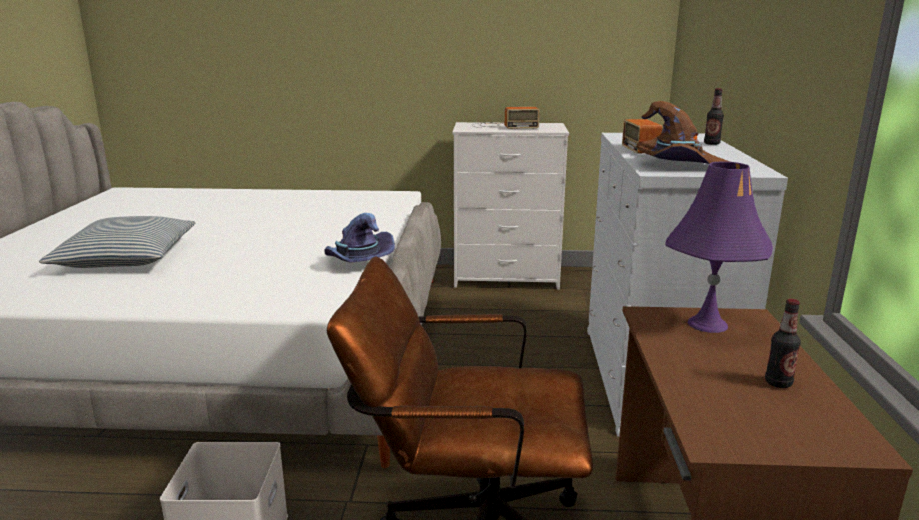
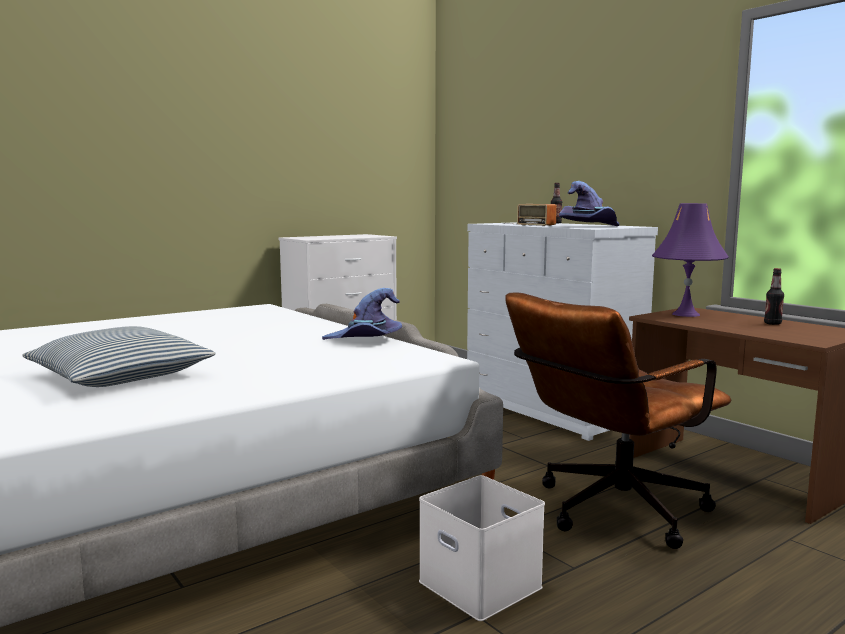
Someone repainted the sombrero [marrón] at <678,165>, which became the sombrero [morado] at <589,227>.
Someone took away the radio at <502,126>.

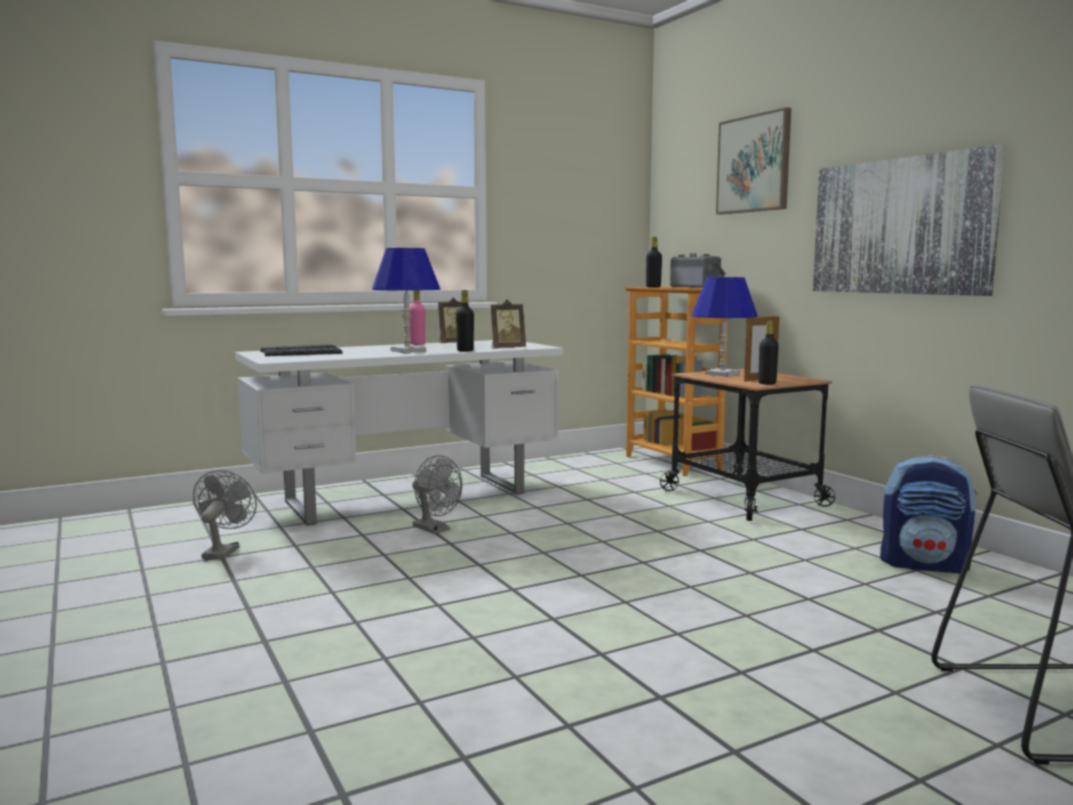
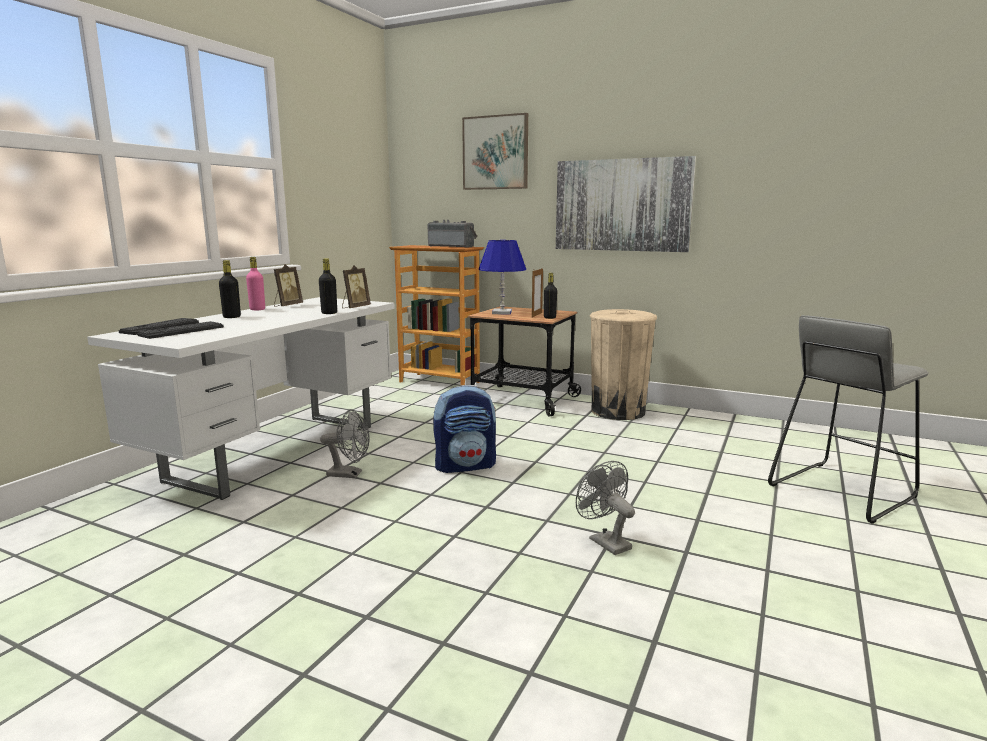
Someone carried the botella [negro] from <653,287> to <232,317>.
Someone took away the lámpara de mesa [azul] at <407,351>.
Someone carried the mochila from <924,564> to <465,466>.
Someone carried the ventilador [gris] from <223,551> to <605,541>.
Someone put down the papelera [beis] at <618,411>.

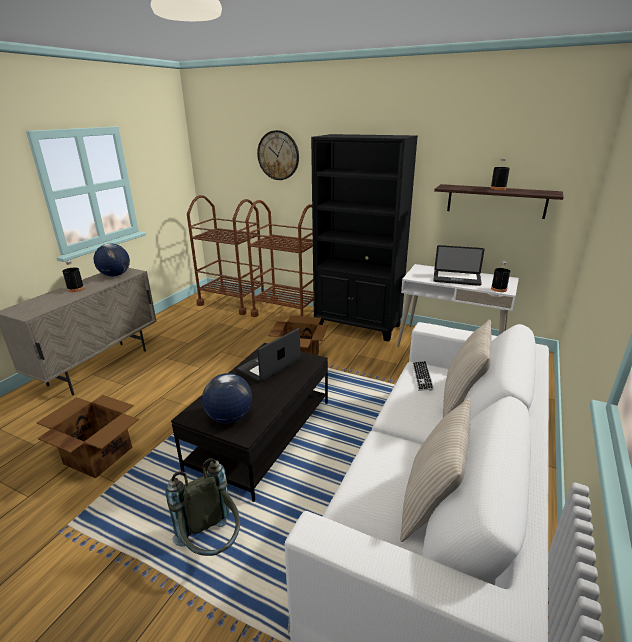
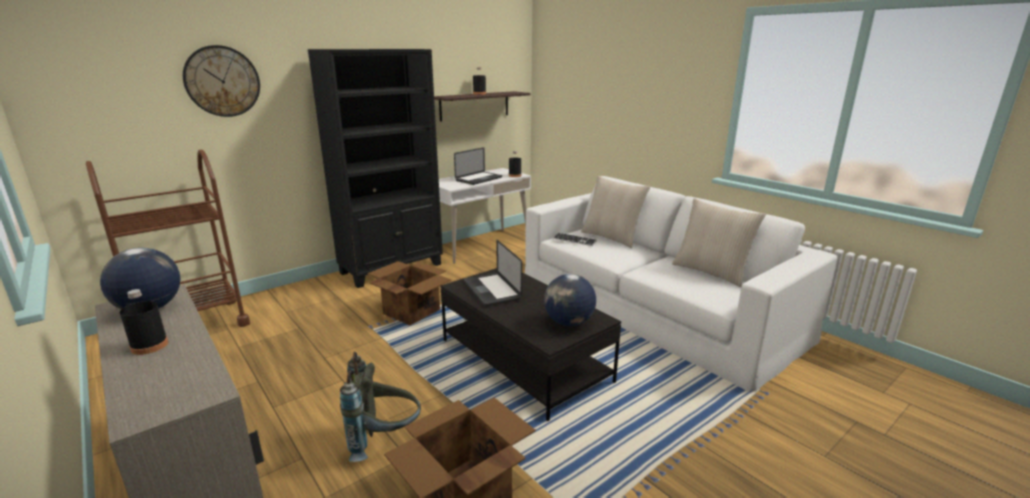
Someone took away the carrito [marrón] at <287,312>.
Someone carried the mochila [gris] from <212,546> to <385,440>.

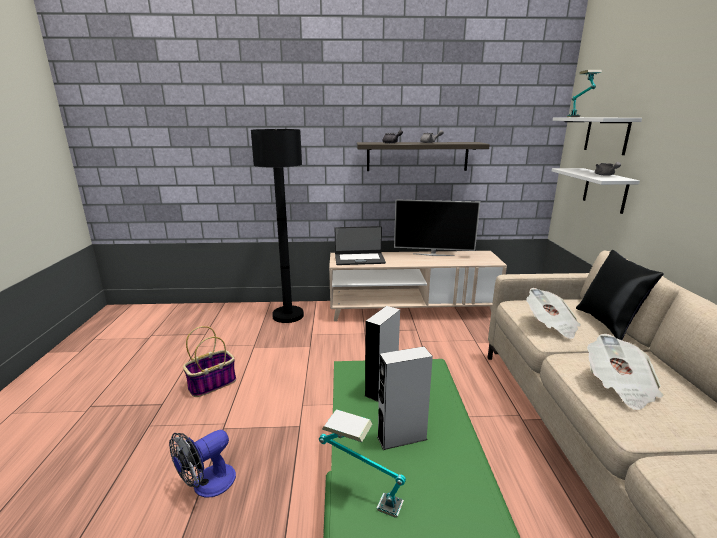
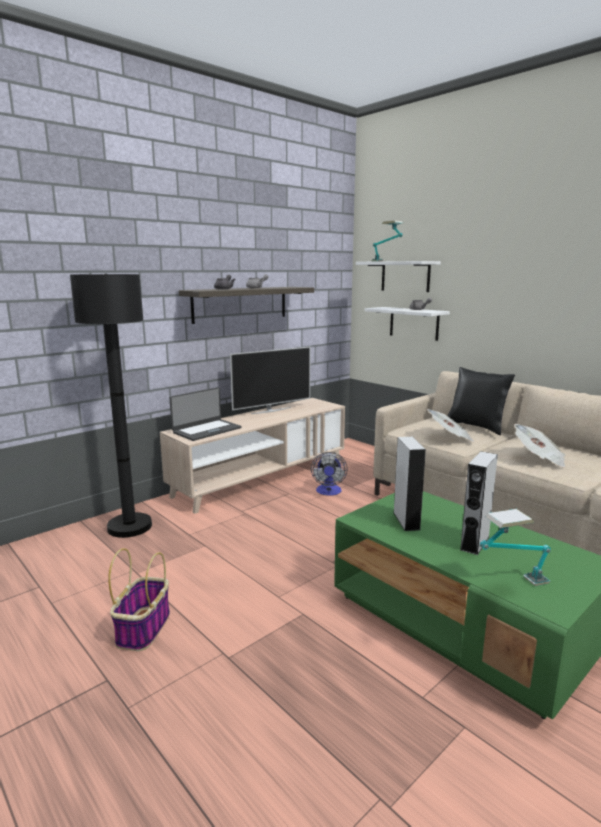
Someone carried the ventilador from <207,485> to <328,492>.

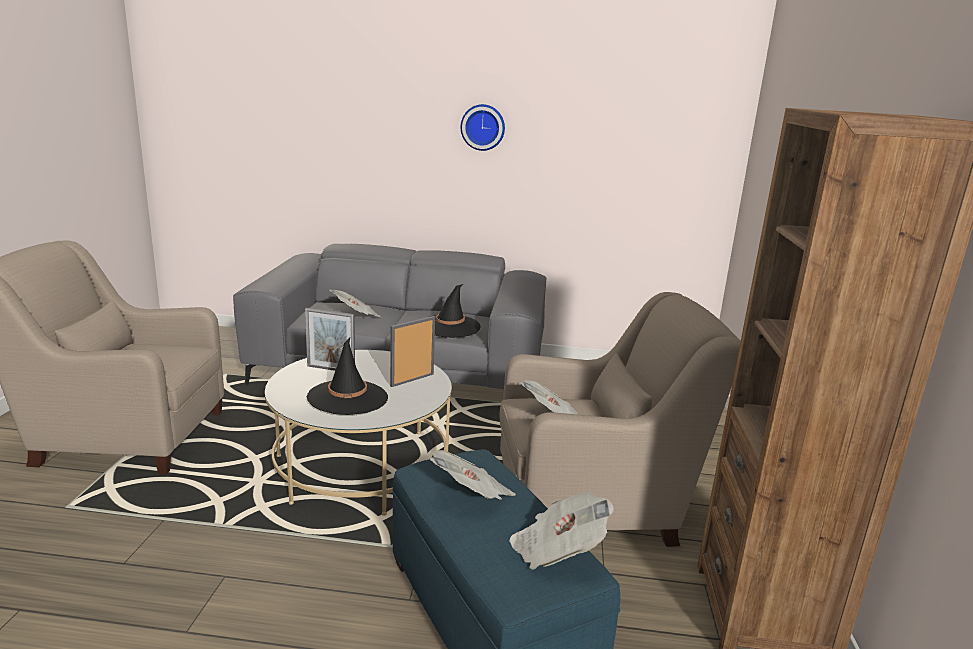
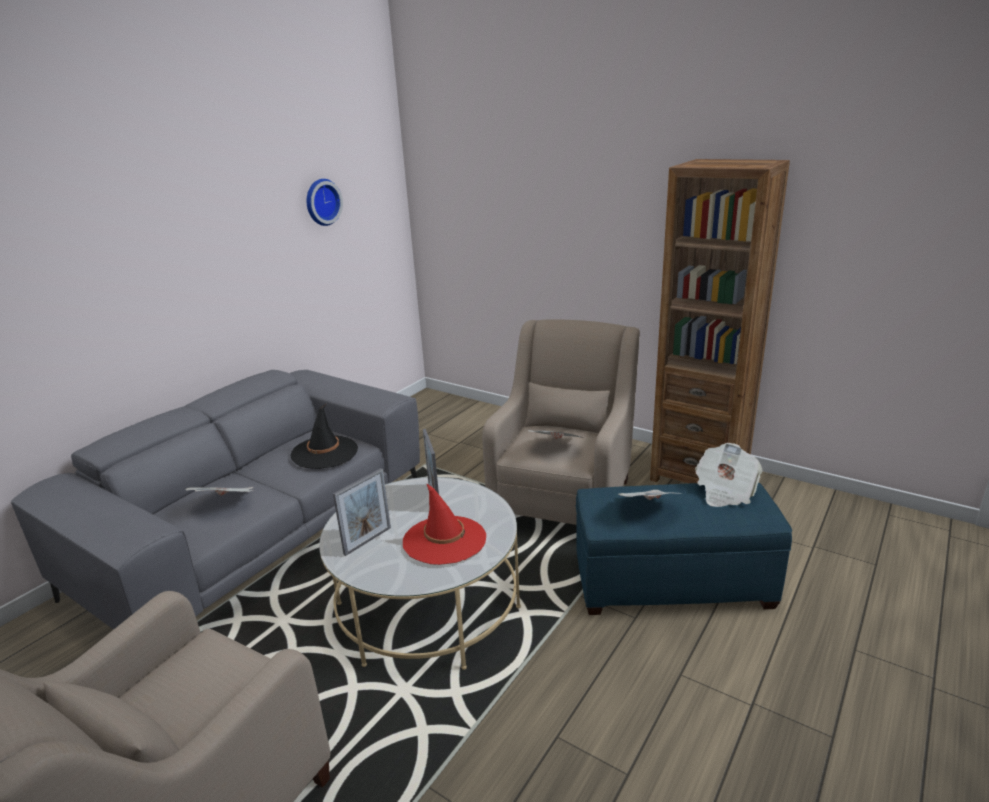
Someone carried the reloj de pared from <483,127> to <321,202>.
Someone repainted the sombrero [negro] at <348,398>, which became the sombrero [rojo] at <444,540>.

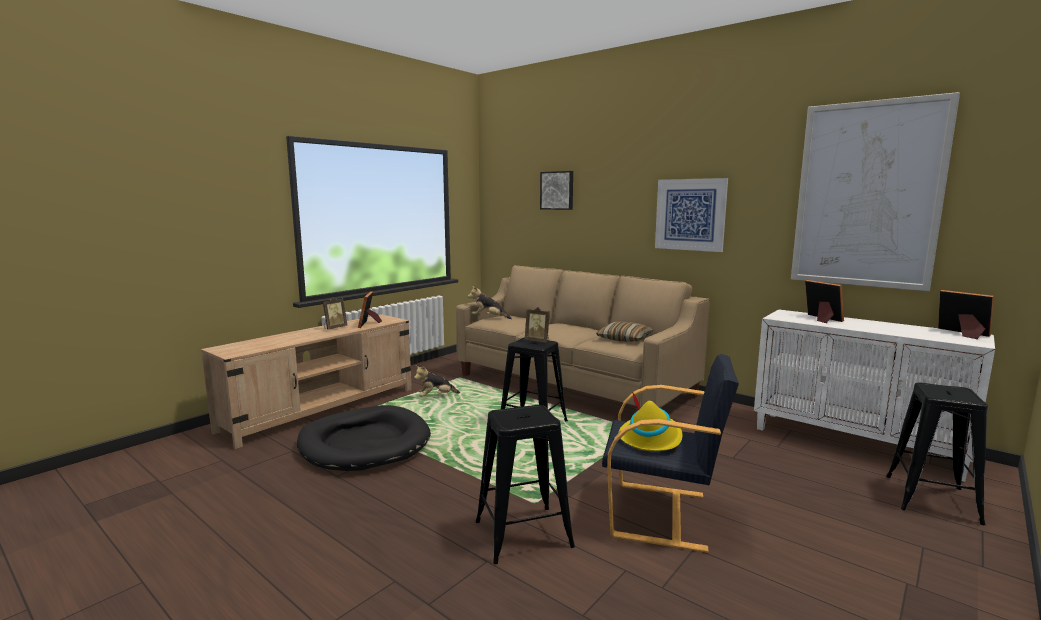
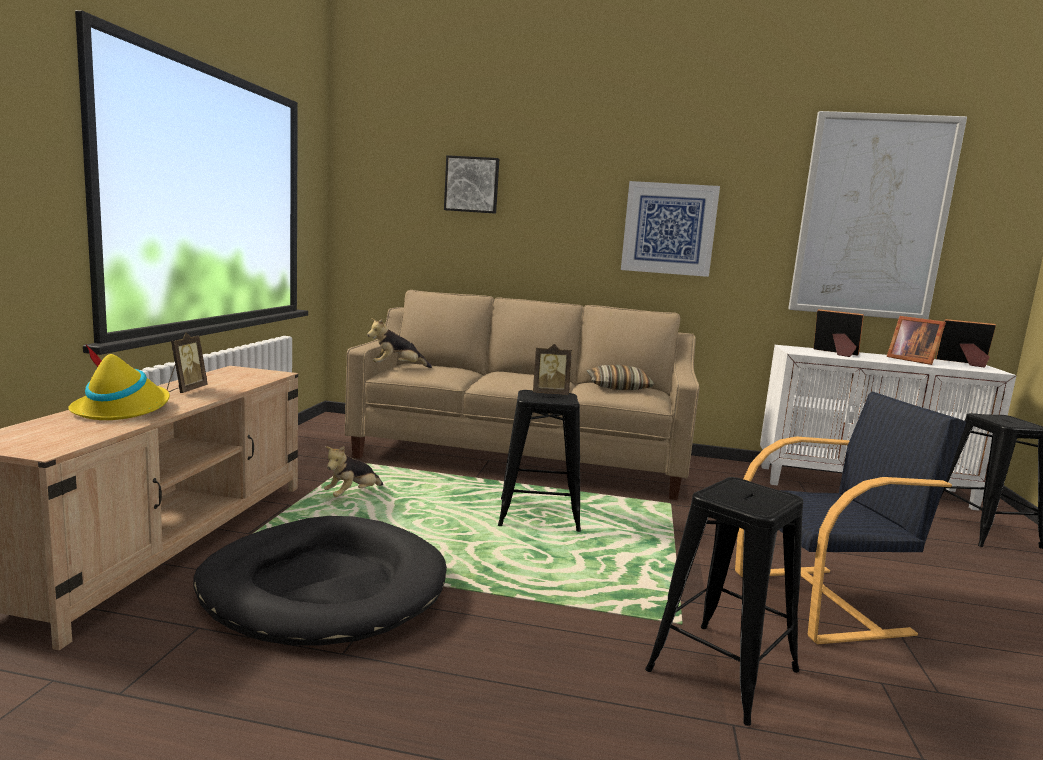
Someone carried the portarretratos from <369,324> to <911,360>.
Someone carried the sombrero [amarillo] from <650,438> to <122,409>.

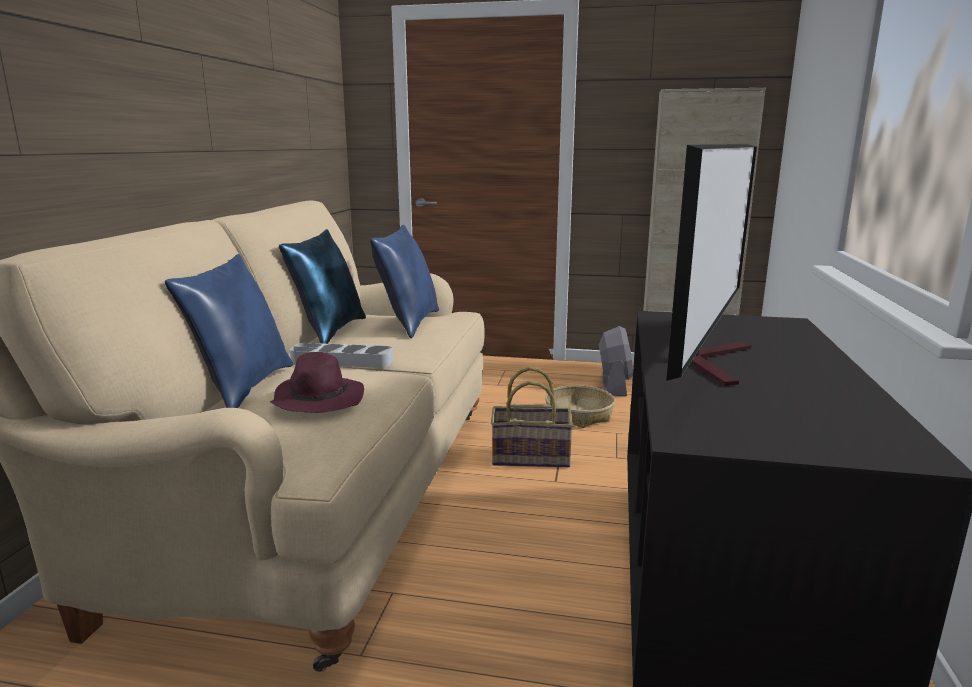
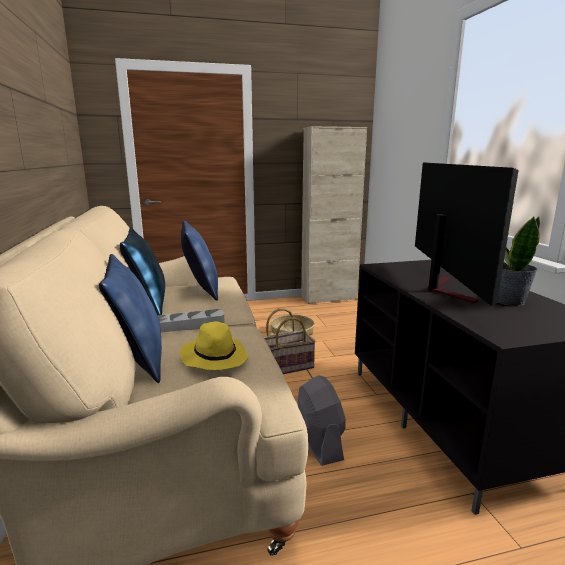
Someone carried the ventilador [gris] from <614,385> to <318,441>.
Someone repainted the sombrero [morado] at <317,400>, which became the sombrero [amarillo] at <214,357>.
Someone put down the planta en maceta at <508,301>.

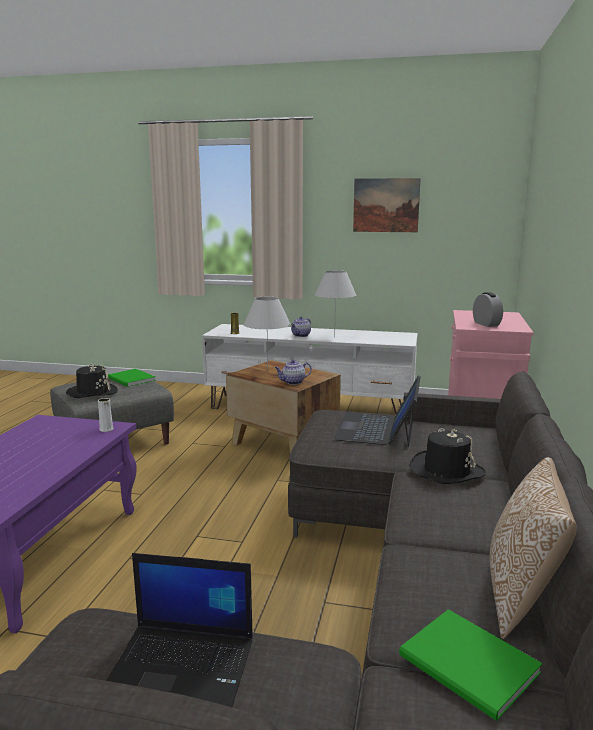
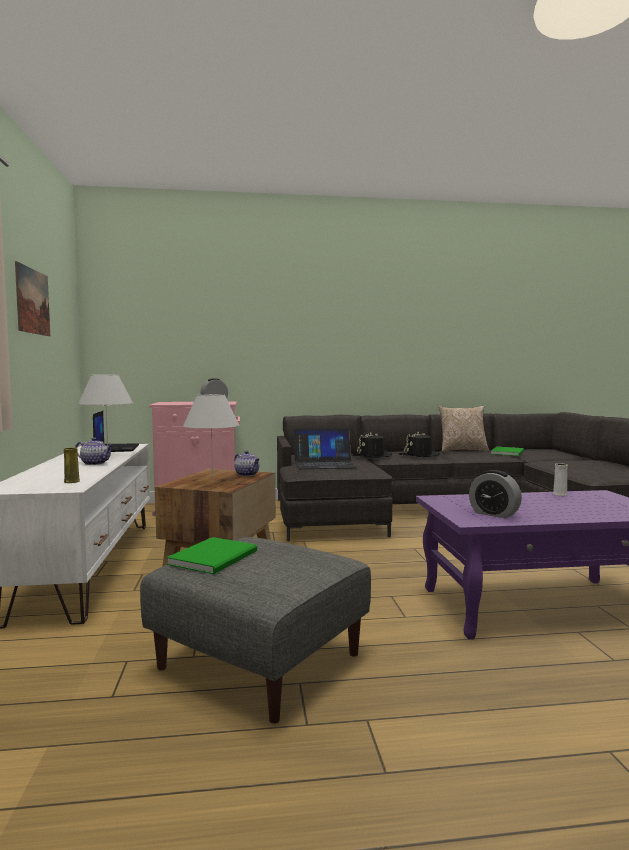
Someone carried the sombrero [negro] from <92,392> to <419,455>.
Someone carried the florero [blanco] from <106,429> to <560,494>.
Someone carried the portátil from <183,666> to <116,448>.
Someone put down the despertador at <494,514>.

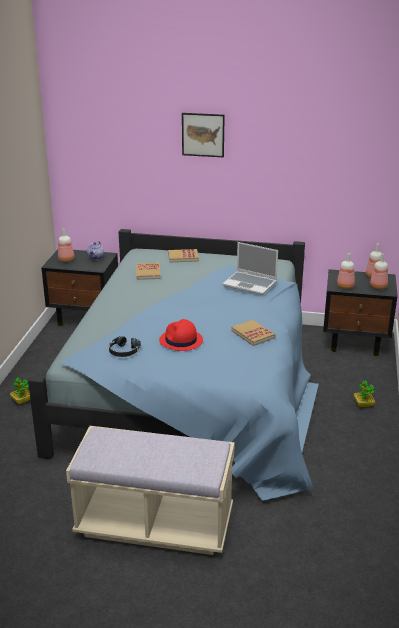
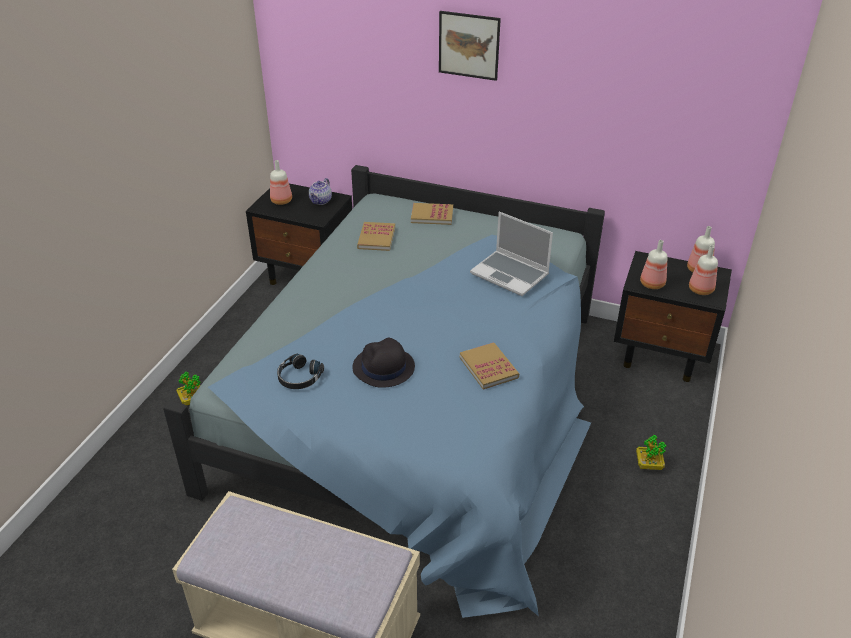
Someone repainted the sombrero [rojo] at <181,341>, which became the sombrero [negro] at <383,368>.

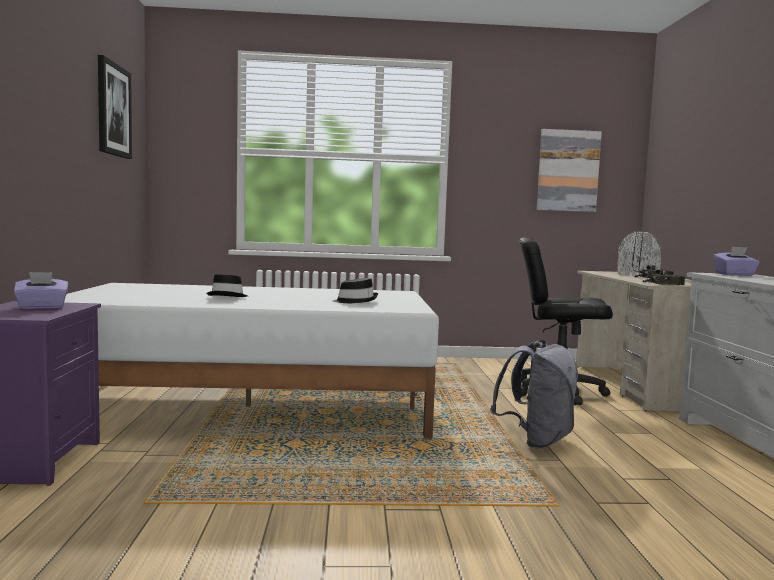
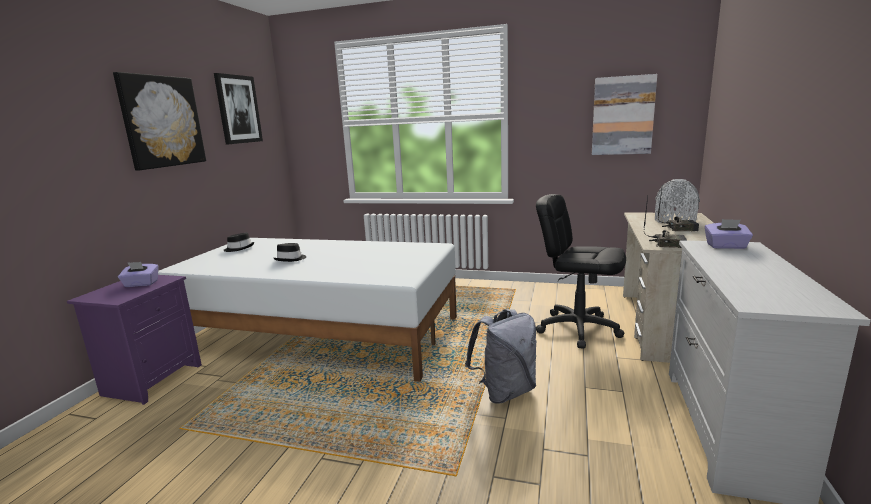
Someone carried the sombrero [negro] from <355,301> to <239,248>.
Someone put up the cuadro at <162,121>.

